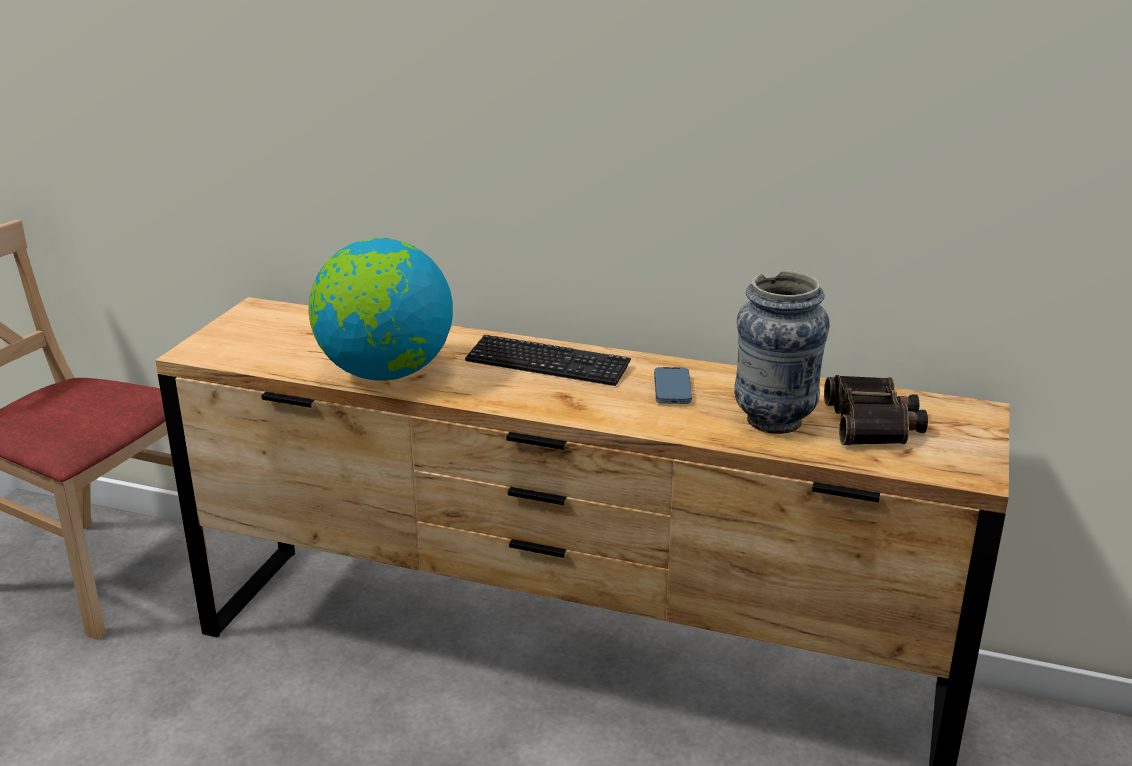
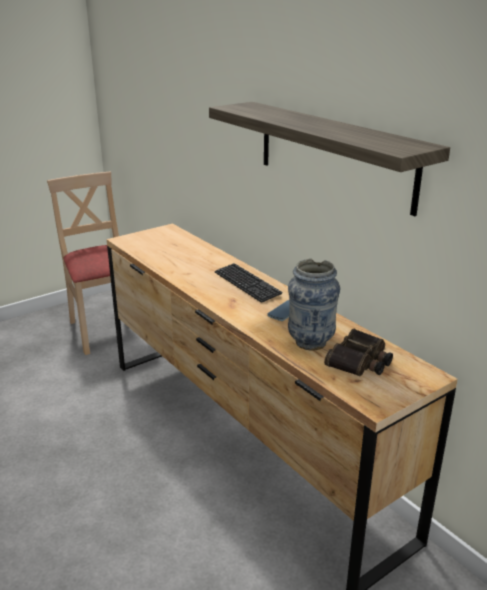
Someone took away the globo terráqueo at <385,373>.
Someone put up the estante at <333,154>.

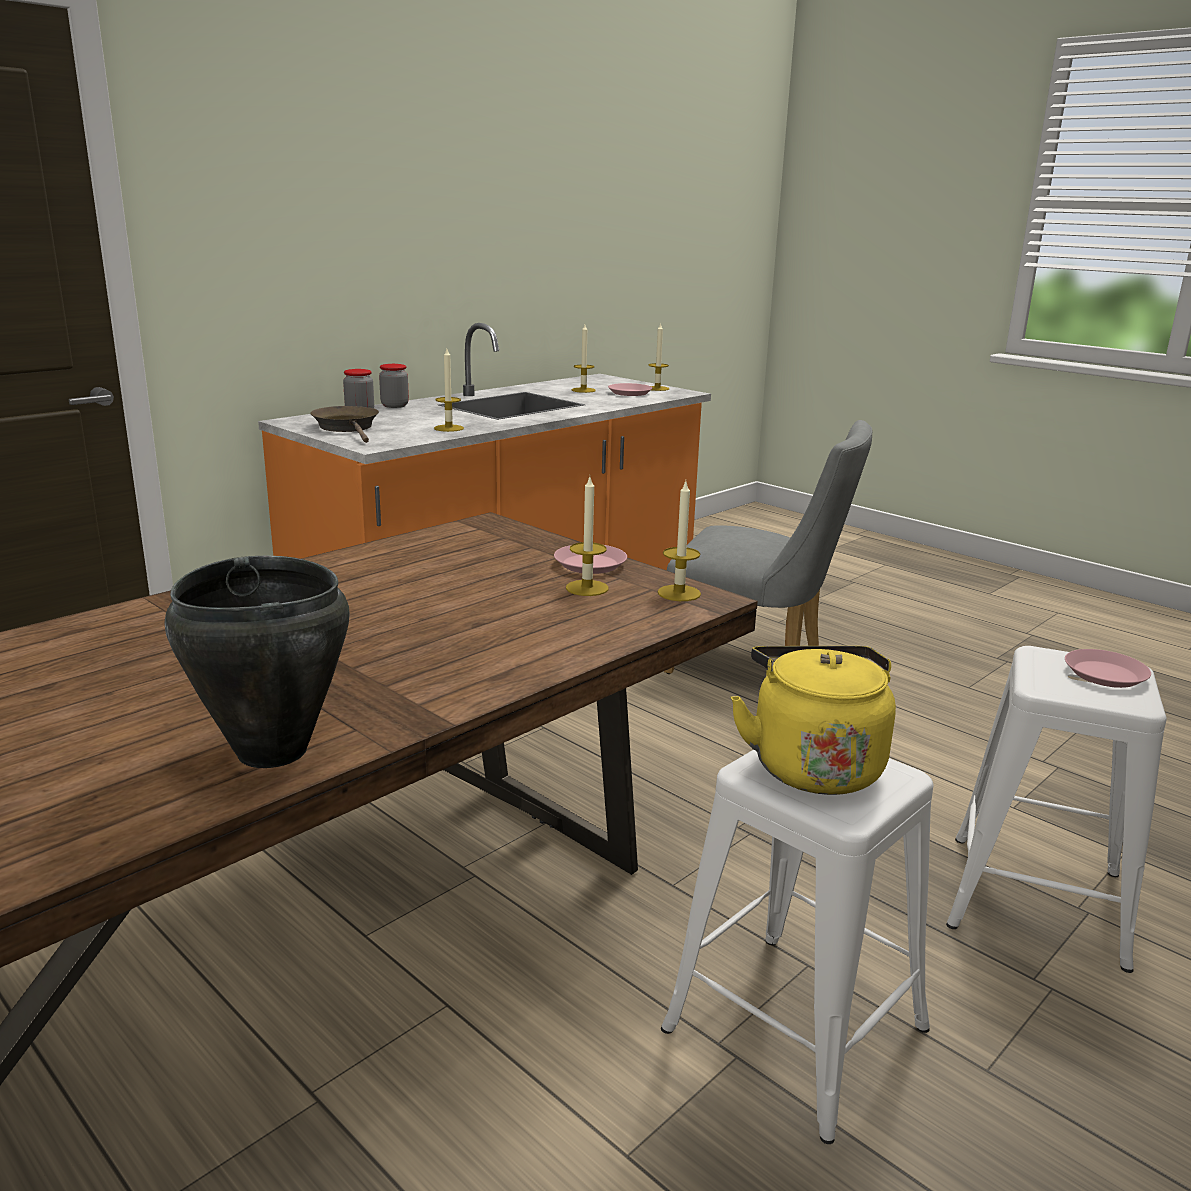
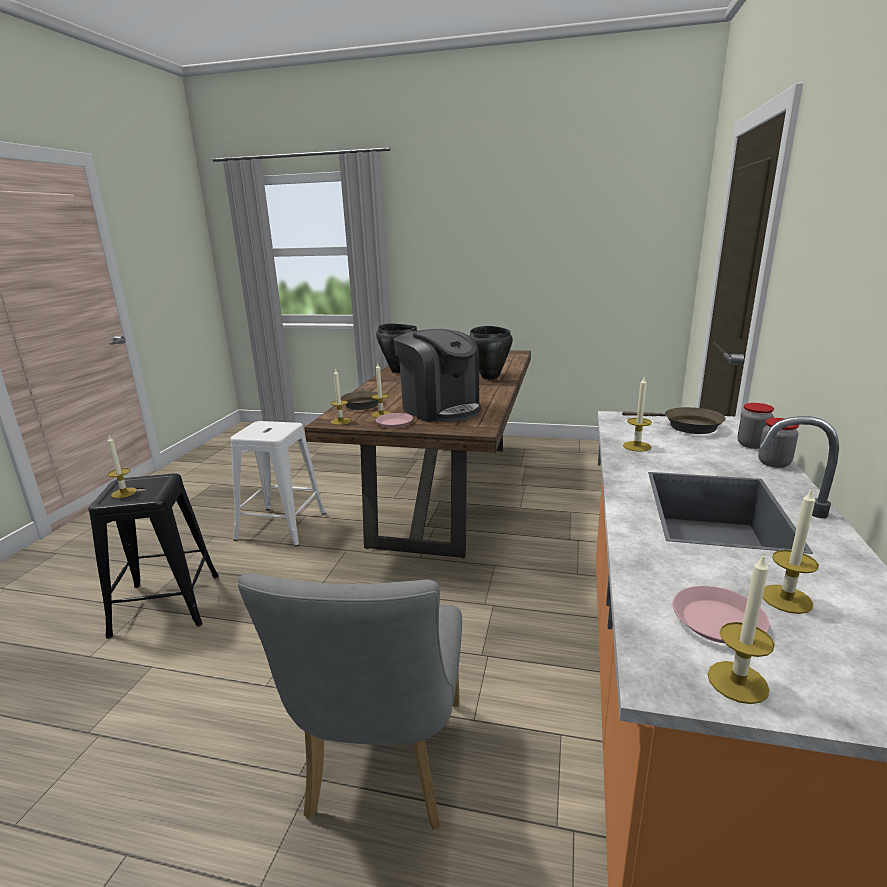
Someone rotated the silla [gris] at <757,665> by 75 degrees counterclockwise.
Someone took away the hervidor [amarillo] at <813,765>.
Someone repainted the taburete [blanco] at <1036,899>, which became the taburete [negro] at <166,604>.
Someone swapped the plato [rosa] at <1105,675> for the vela at <124,493>.
Someone put down the olla [negro] at <490,377>.
Someone put down the cafetera at <440,409>.
Someone put down the sartén [marrón] at <361,404>.

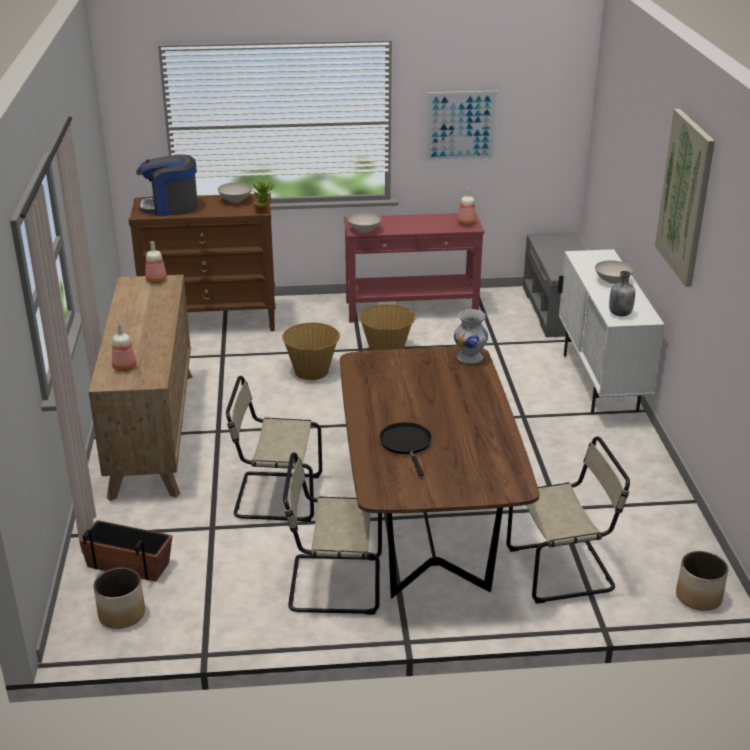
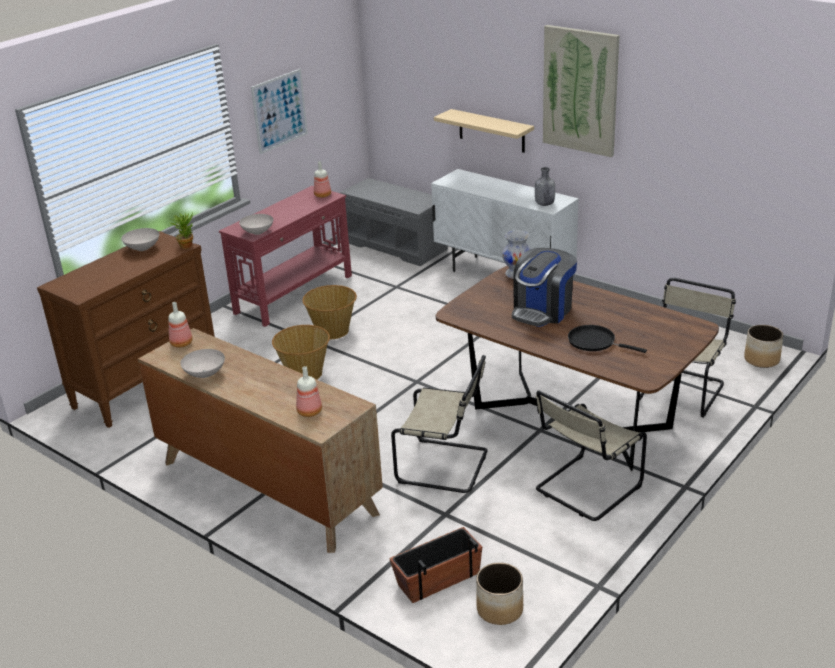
Someone carried the cafetera from <170,207> to <542,311>.
Someone carried the cuenco [blanco] from <612,281> to <205,374>.
Someone rotated the silla [beis] at <274,496> by 120 degrees counterclockwise.
Someone put up the estante [beis] at <491,131>.

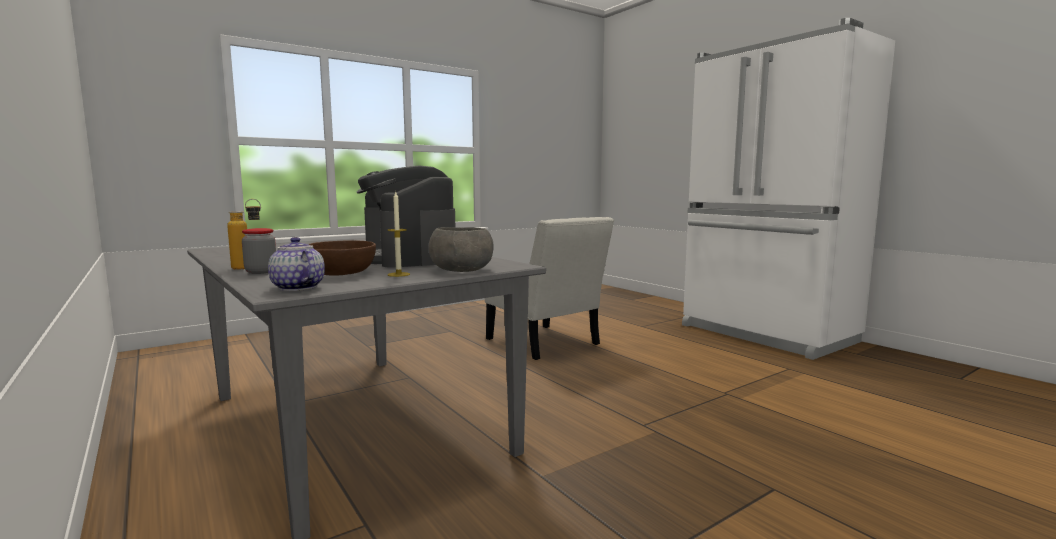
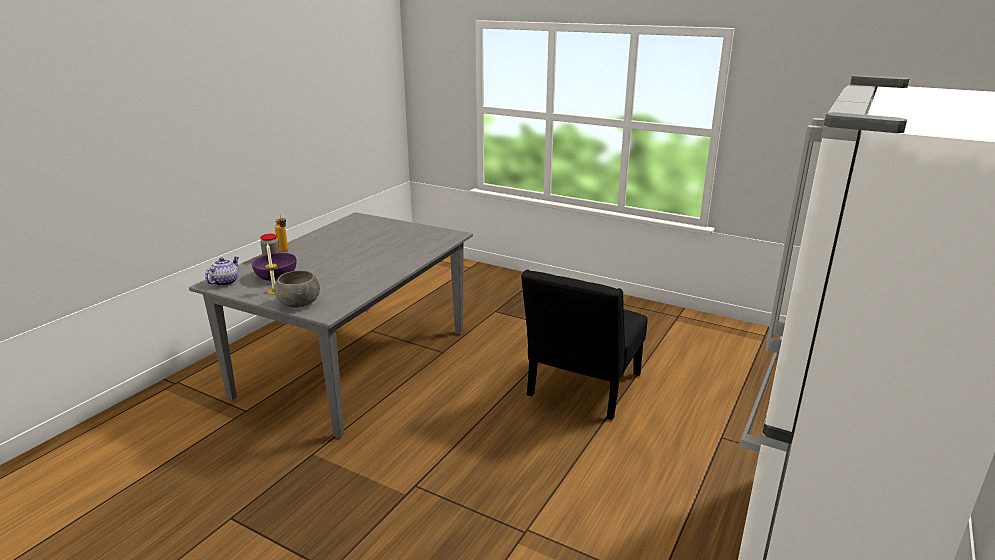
Someone took away the cafetera at <408,258>.
Someone repainted the silla [blanco] at <545,343>, which became the silla [negro] at <581,388>.
Someone repainted the cuenco [marrón] at <340,272>, which became the cuenco [morado] at <276,276>.

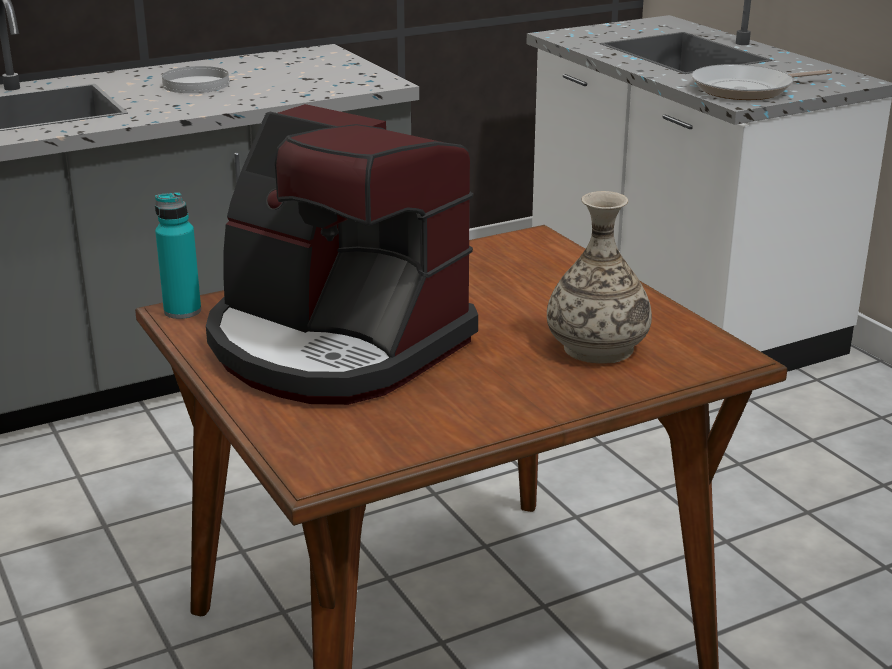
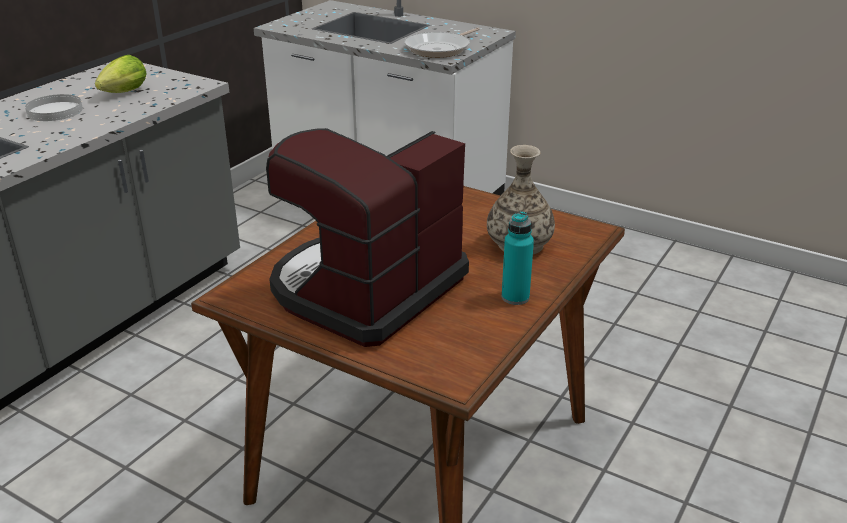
Someone rotated the cafetera at <334,346> by 120 degrees clockwise.
Someone carried the botella [turquesa] from <182,311> to <515,297>.
Someone put down the lechuga at <122,93>.

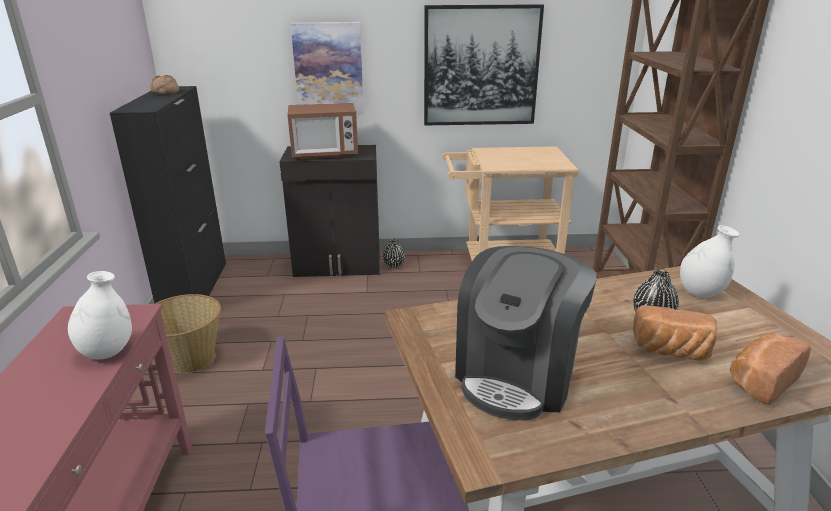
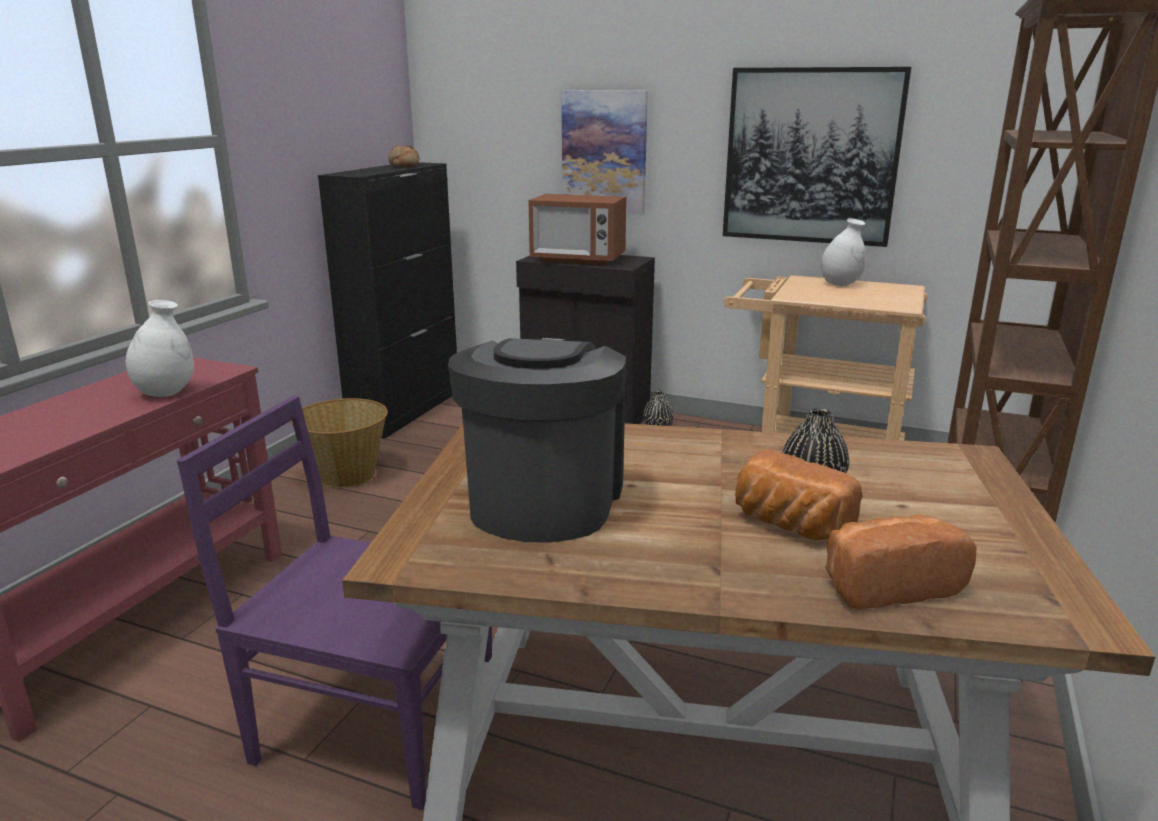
Someone carried the florero [blanco] from <700,293> to <840,284>.
Someone rotated the cafetera at <518,375> by 135 degrees clockwise.

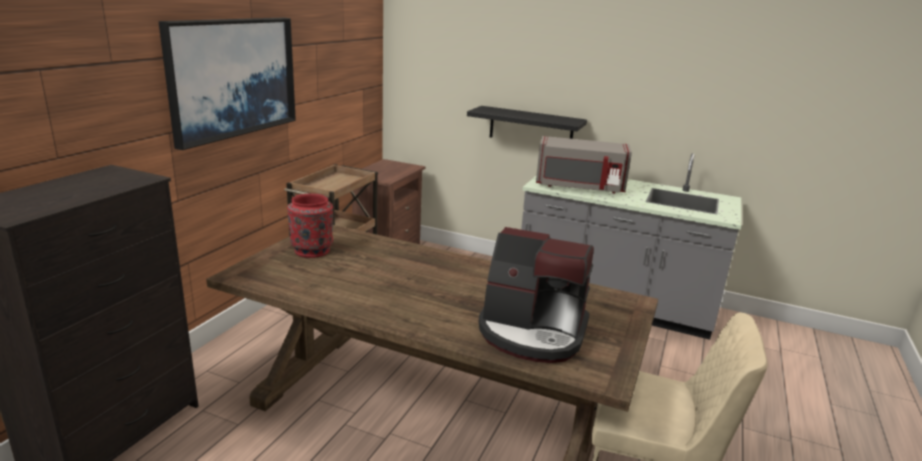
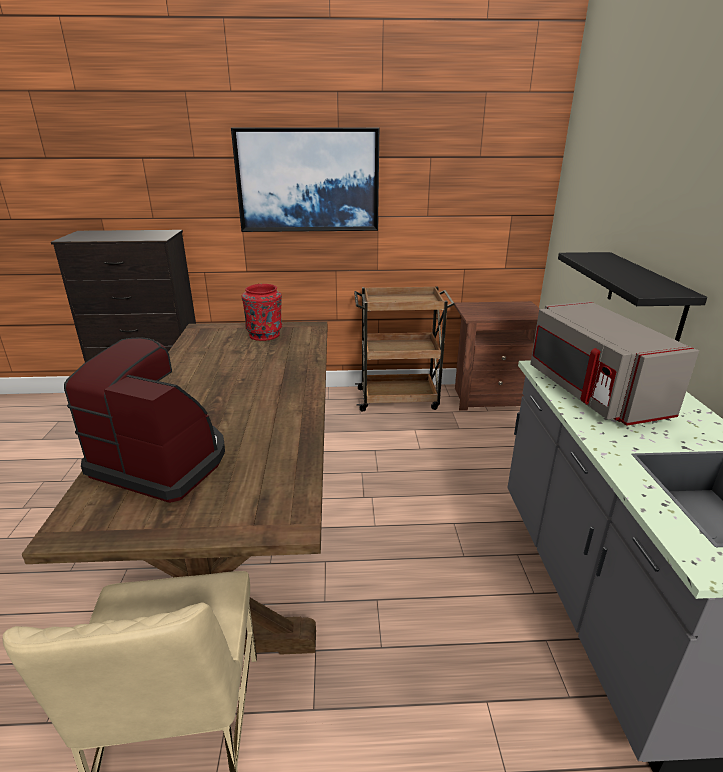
Someone rotated the cafetera at <532,332> by 120 degrees clockwise.

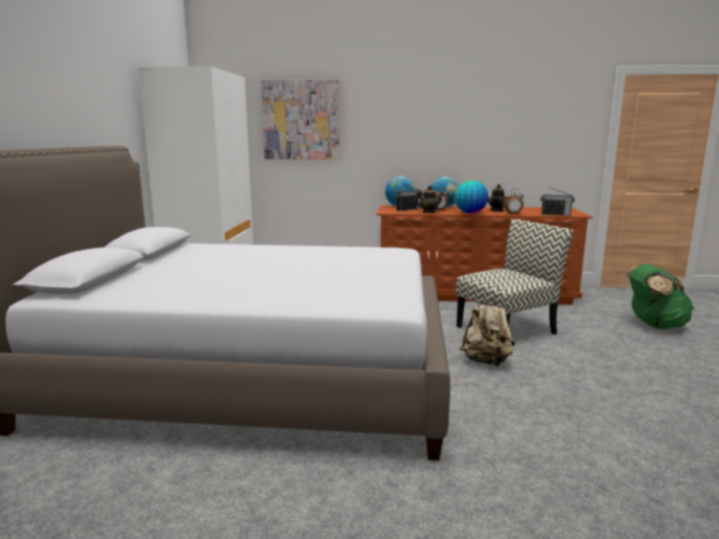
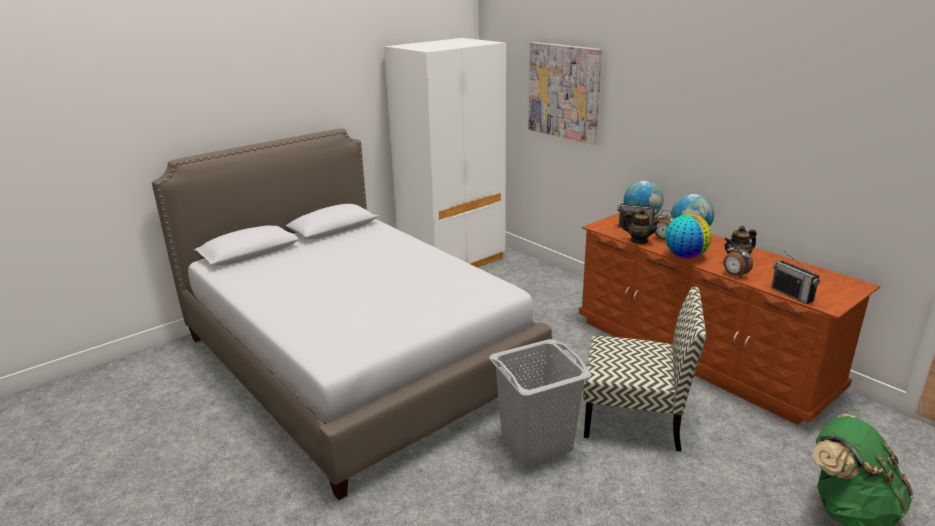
Someone swapped the mochila [beis] at <486,362> for the cesto de la ropa [gris] at <537,442>.

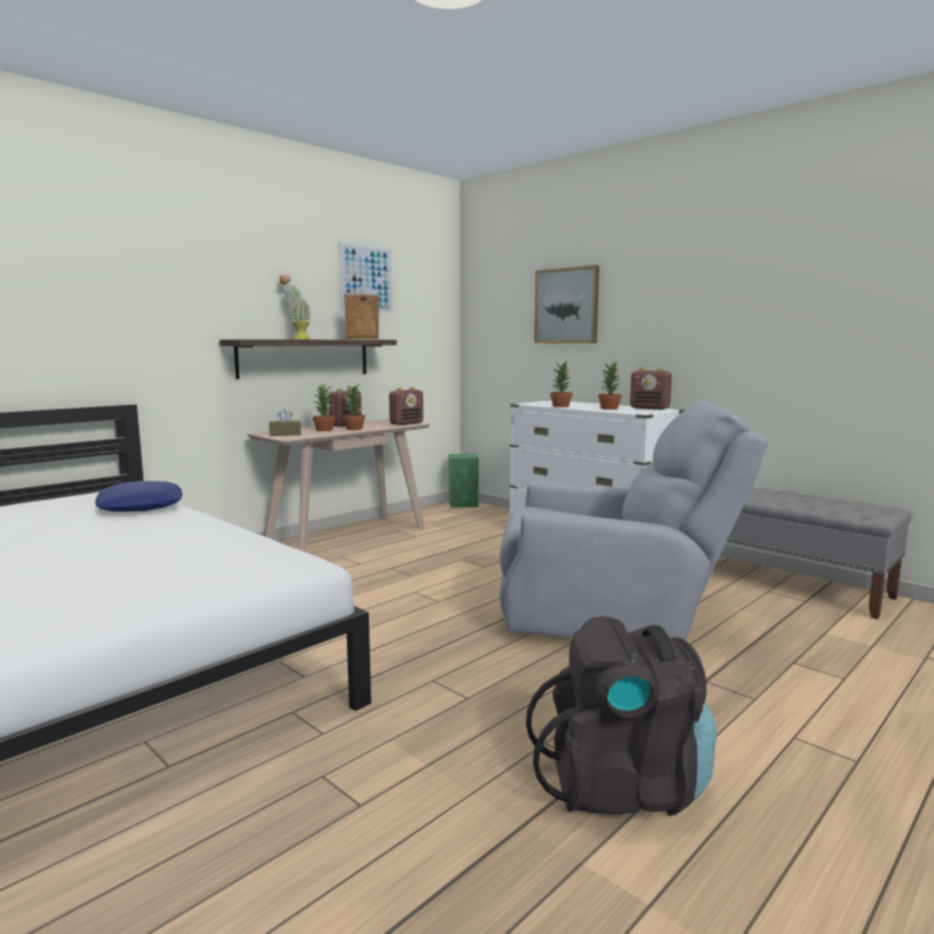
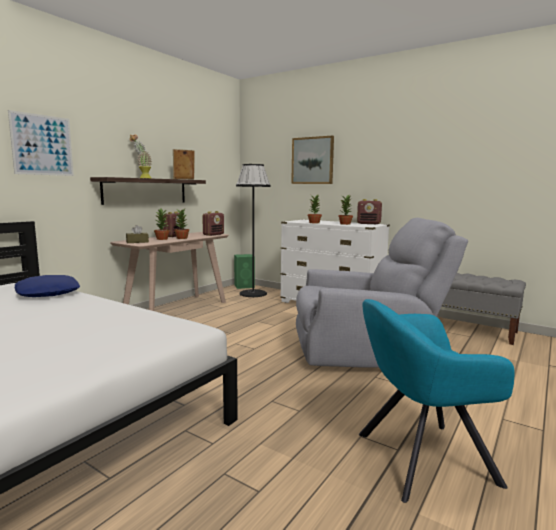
Someone carried the cuadro from <366,279> to <42,145>.
Someone swapped the mochila [negro] at <623,785> for the sillón [turquesa] at <420,459>.
Someone put down the lámpara de pie [negro] at <253,293>.

